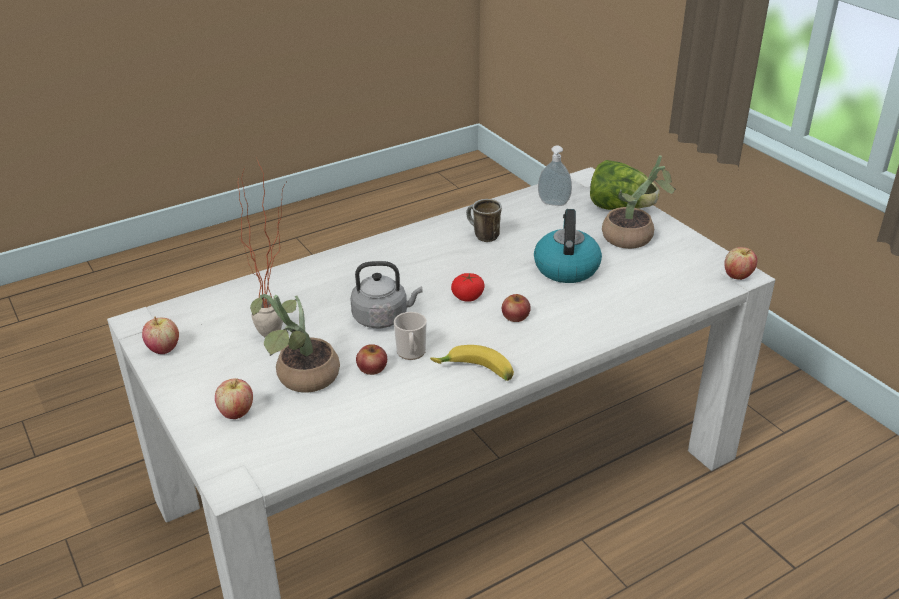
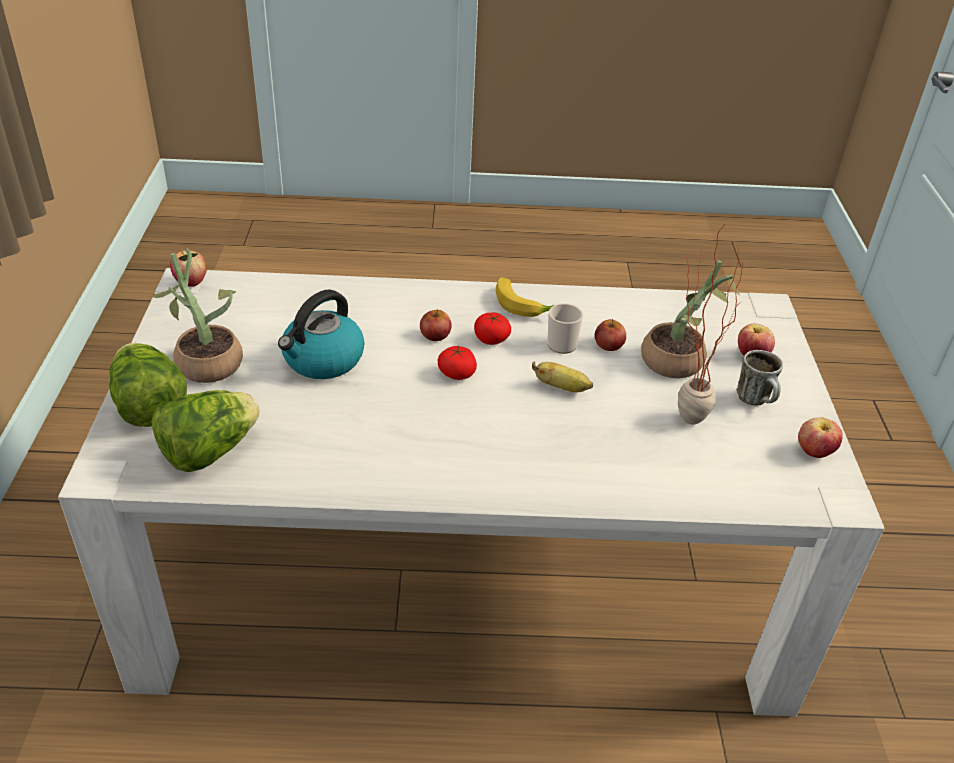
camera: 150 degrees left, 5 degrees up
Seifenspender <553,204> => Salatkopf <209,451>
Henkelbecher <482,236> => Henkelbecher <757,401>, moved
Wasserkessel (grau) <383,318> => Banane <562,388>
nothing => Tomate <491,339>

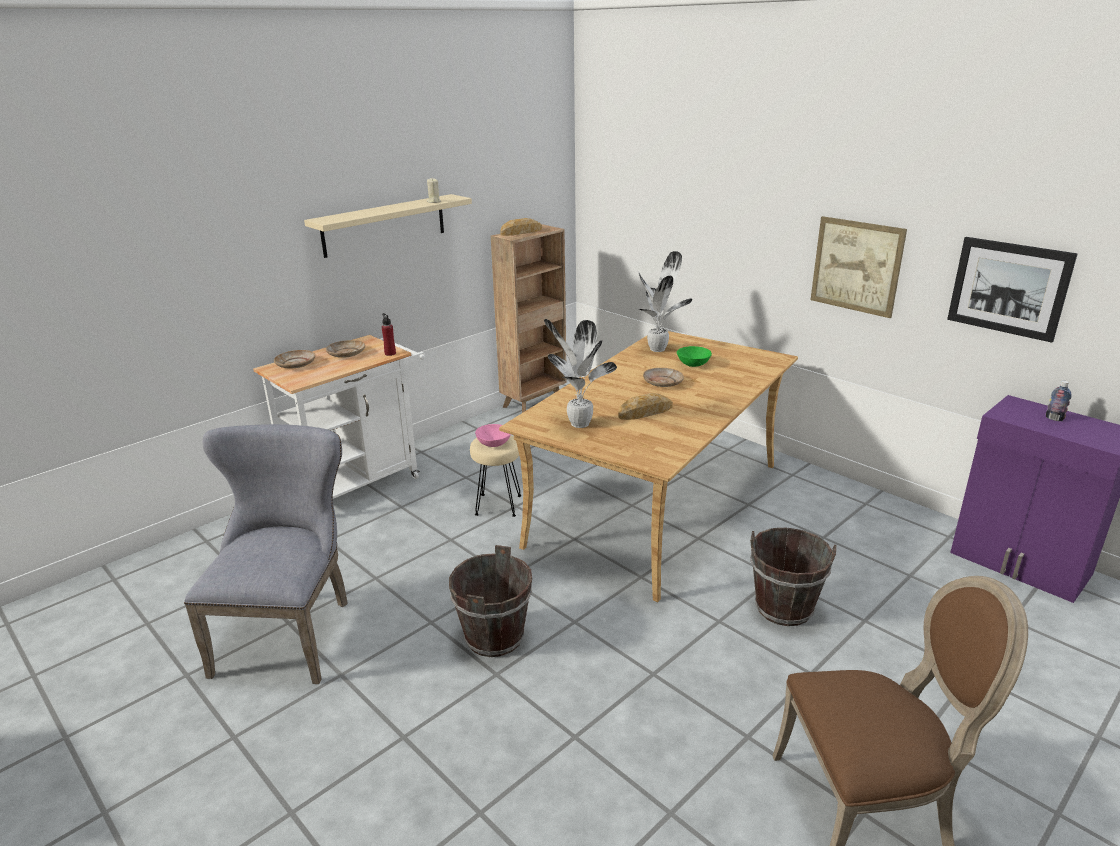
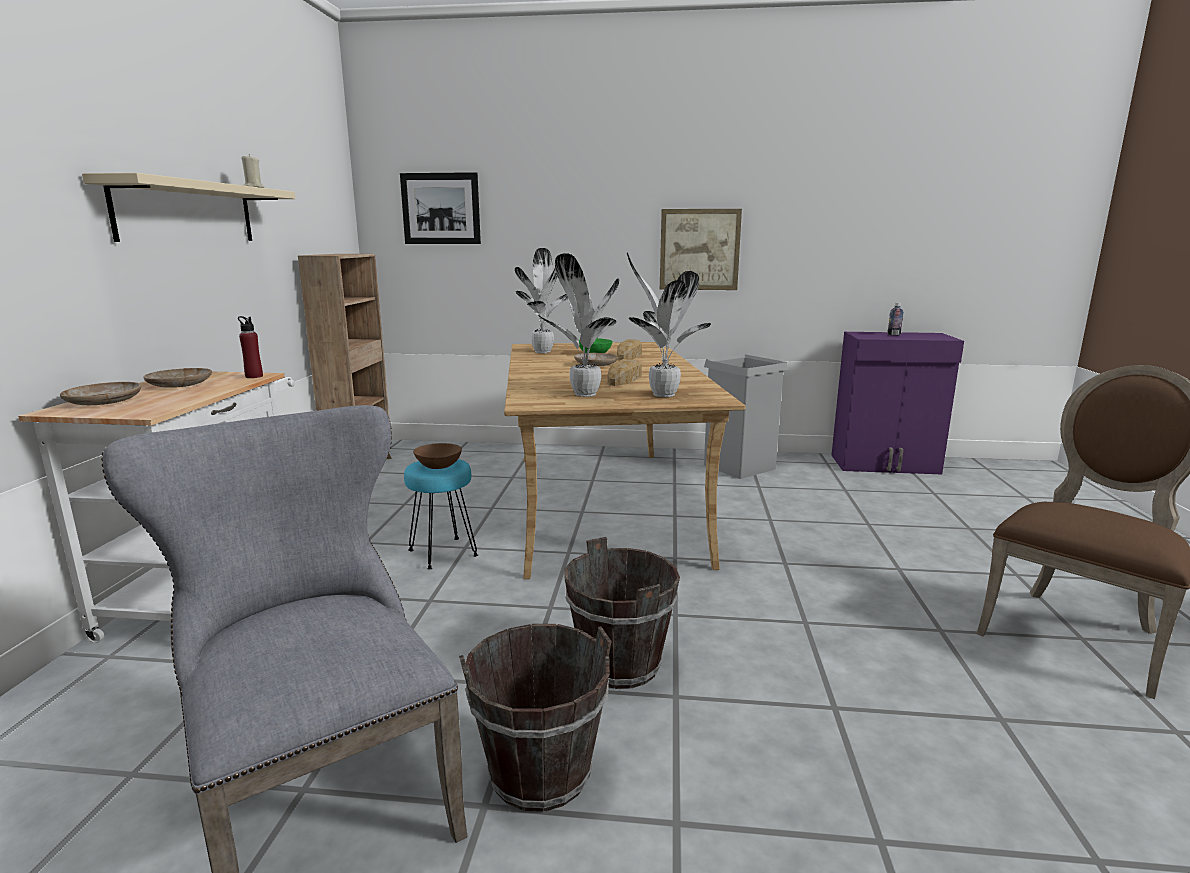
camera: 40 degrees left, 10 degrees down
Brot <521,232> => Brot <630,356>, moved
Bild <1008,288> => Bild <441,209>, moved
Schüssel (rosa) <493,443> => Schüssel (braun) <438,466>
Hocker (beige) <498,505> => Hocker (türkis) <443,552>
Eimer (braun) <783,608> => Eimer (braun) <540,774>, moved
nothing => Topfpflanze <661,394>
nothing => Mülleimer (grau) <739,467>

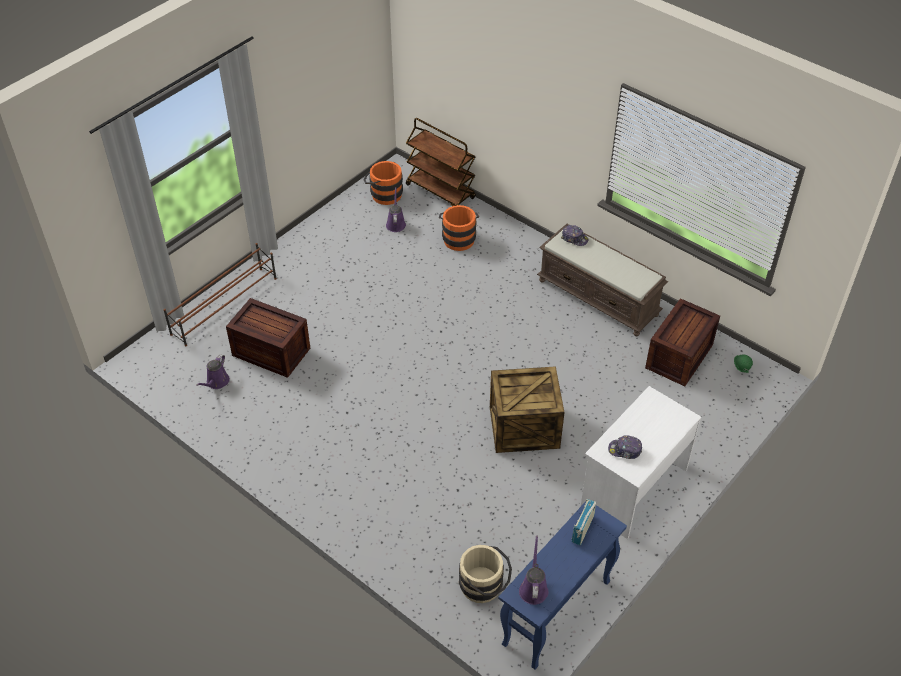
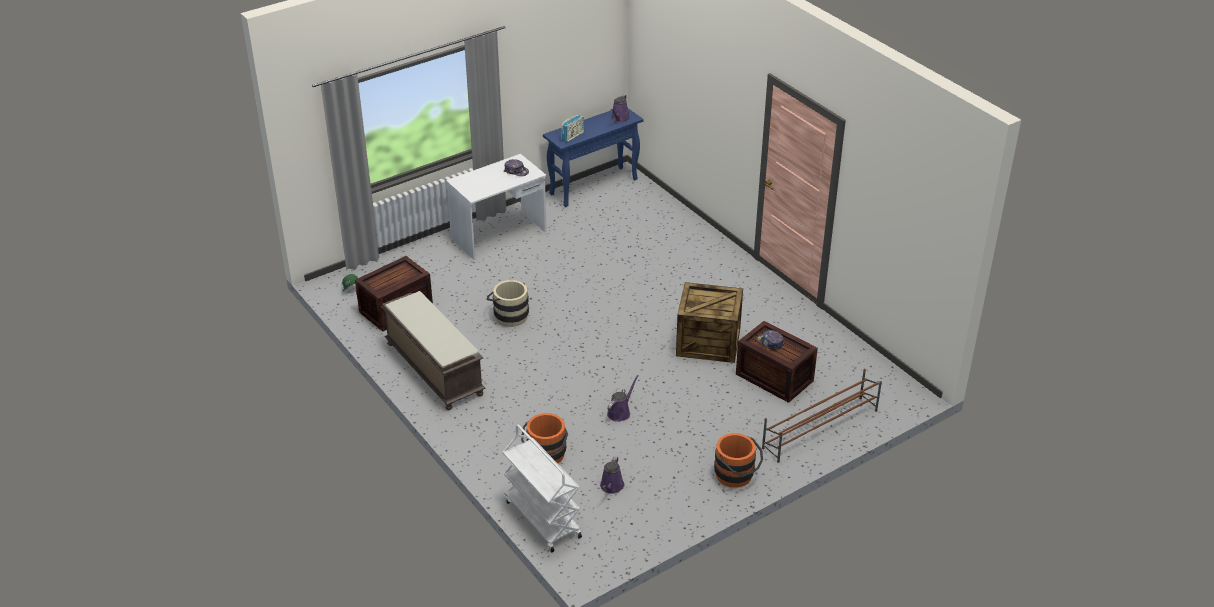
camera: 165 degrees left, 10 degrees down
Rollwagen (braun) <441,191> => Rollwagen (weiß) <541,518>
Eimer (orange) <384,194> => Eimer (orange) <737,476>, moved
Kappe <574,238> => Kappe <770,343>, moved
Gießkanne (lila) <216,382> => Gießkanne (lila) <620,412>, moved
Kiste <524,428> => Kiste <708,342>, moved
Eimer (beige) <484,587> => Eimer (beige) <509,315>, moved

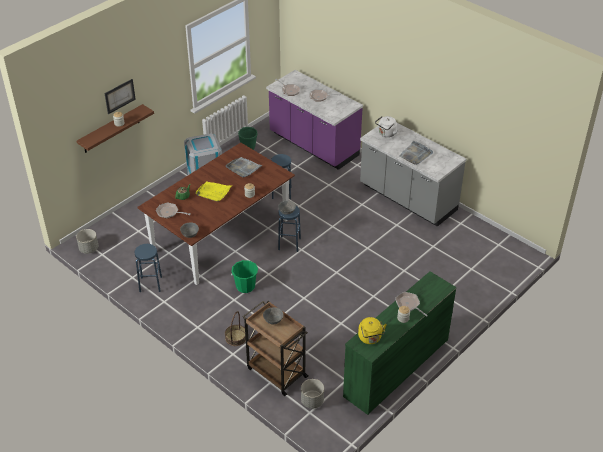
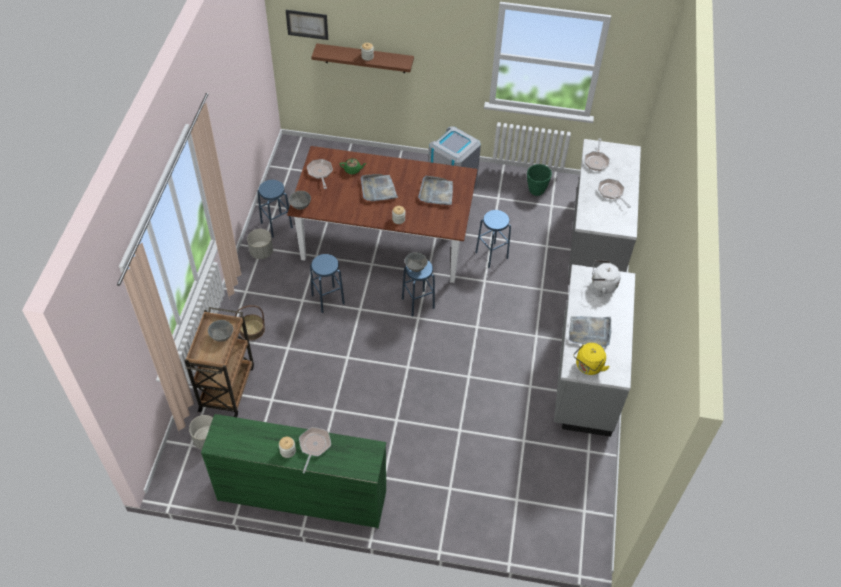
camera: 55 degrees right, 10 degrees up
Küchenzeile (lila) <313,145> => Küchenzeile (grau) <594,242>
Bild <119,96> => Bild <307,24>, moved
Tablett (gelb) <213,192> => Tablett (grau) <378,189>
Pflanzkübel (grau) <88,249> => Pflanzkübel (grau) <261,252>, moved
Eimer (grün) <245,286> => Hocker (blau) <328,299>
Wasserkessel (gelb) <370,338> => Wasserkessel (gelb) <588,367>, moved

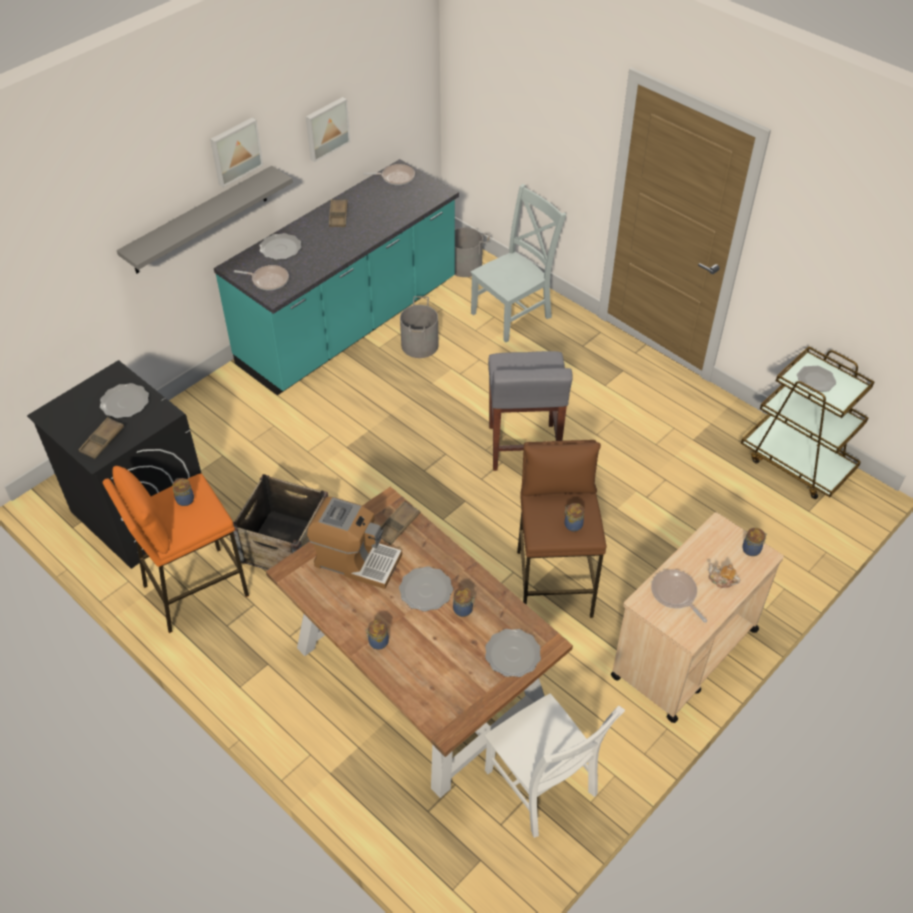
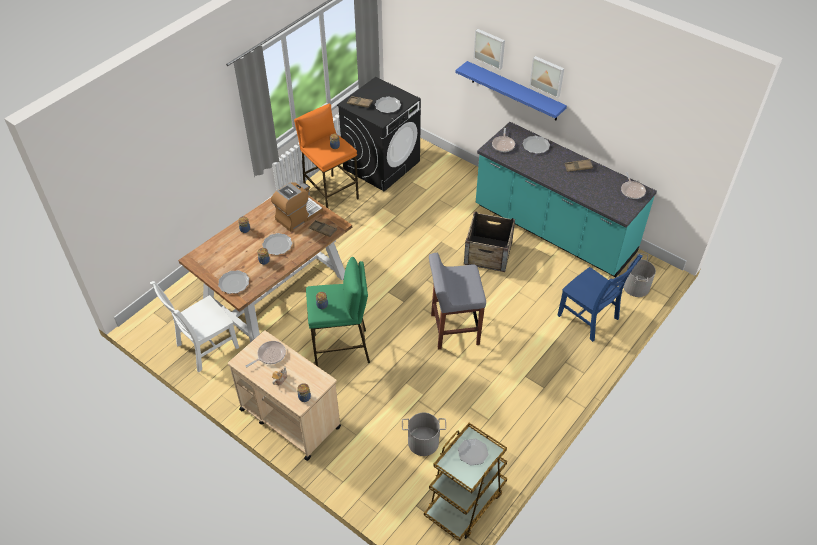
camera: 85 degrees right, 0 degrees up
Bild <326,128> => Bild <490,48>, moved
Wandregal (grau) <200,220> => Wandregal (blau) <514,91>
Stuhl (grau) <514,314> => Stuhl (blau) <589,318>
Eimer (grau) <420,345> => Eimer (grau) <423,442>, moved
Hocker (braun) <553,583> => Hocker (grün) <342,349>
Kiste <286,544> => Kiste <488,253>, moved
Kaffeemaschine <356,560> => Kaffeemaschine <298,216>, 150 degrees counterclockwise

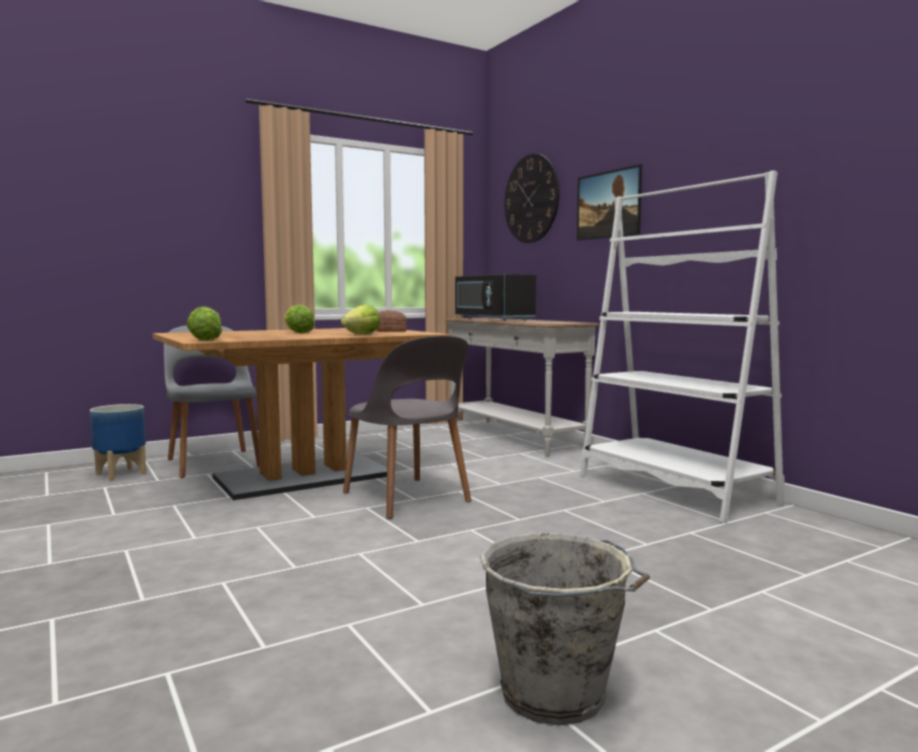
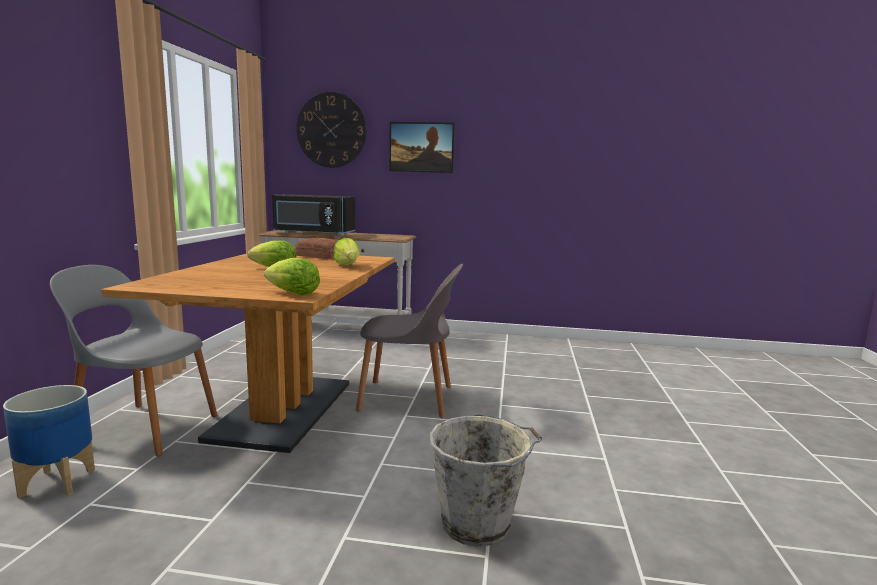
camera: 50 degrees left, 5 degrees up
Bücherregal (weiß) <674,489> => nothing
Eimer (grau) <557,696> => Eimer (grau) <479,523>, moved

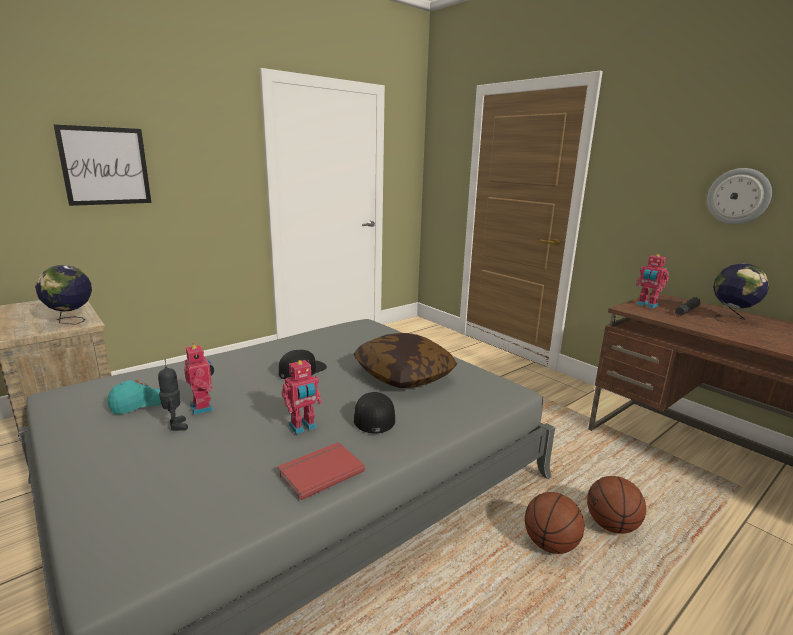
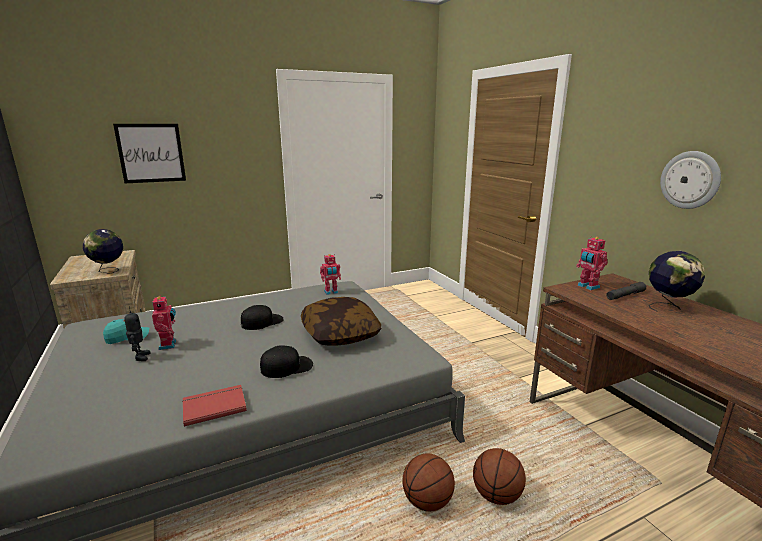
camera: 15 degrees right, 0 degrees up
Spielzeugroboter <303,427> => Spielzeugroboter <331,292>, moved
Kappe (schwarz) <373,416> => Kappe (schwarz) <287,366>, 60 degrees clockwise

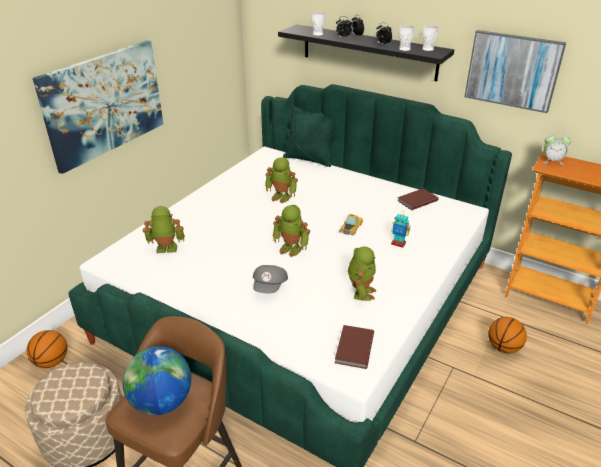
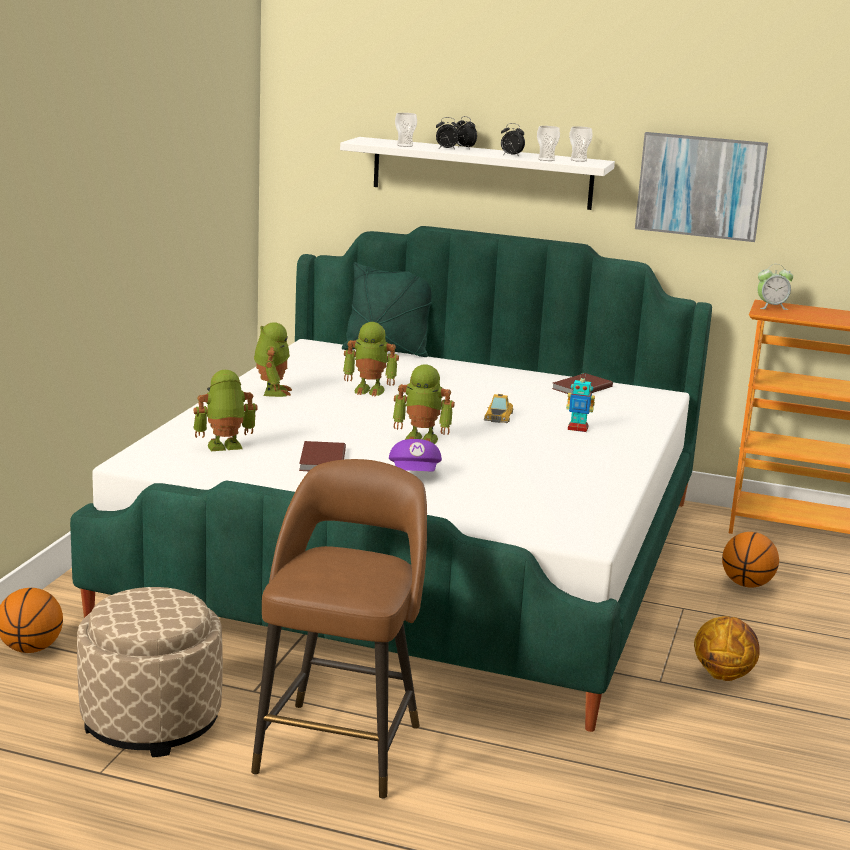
camera: 15 degrees left, 15 degrees down
Wandregal (schwarz) <368,52> => Wandregal (weiß) <481,173>
Bild <104,103> => nothing
Spielzeugroboter <360,292> => Spielzeugroboter <272,391>, moved
Kappe (grau) <270,286> => Kappe (lila) <415,474>
Buch (braun) <353,348> => Buch (braun) <321,460>, moved
Globus <161,402> => nothing
nothing => Basketball <723,675>

